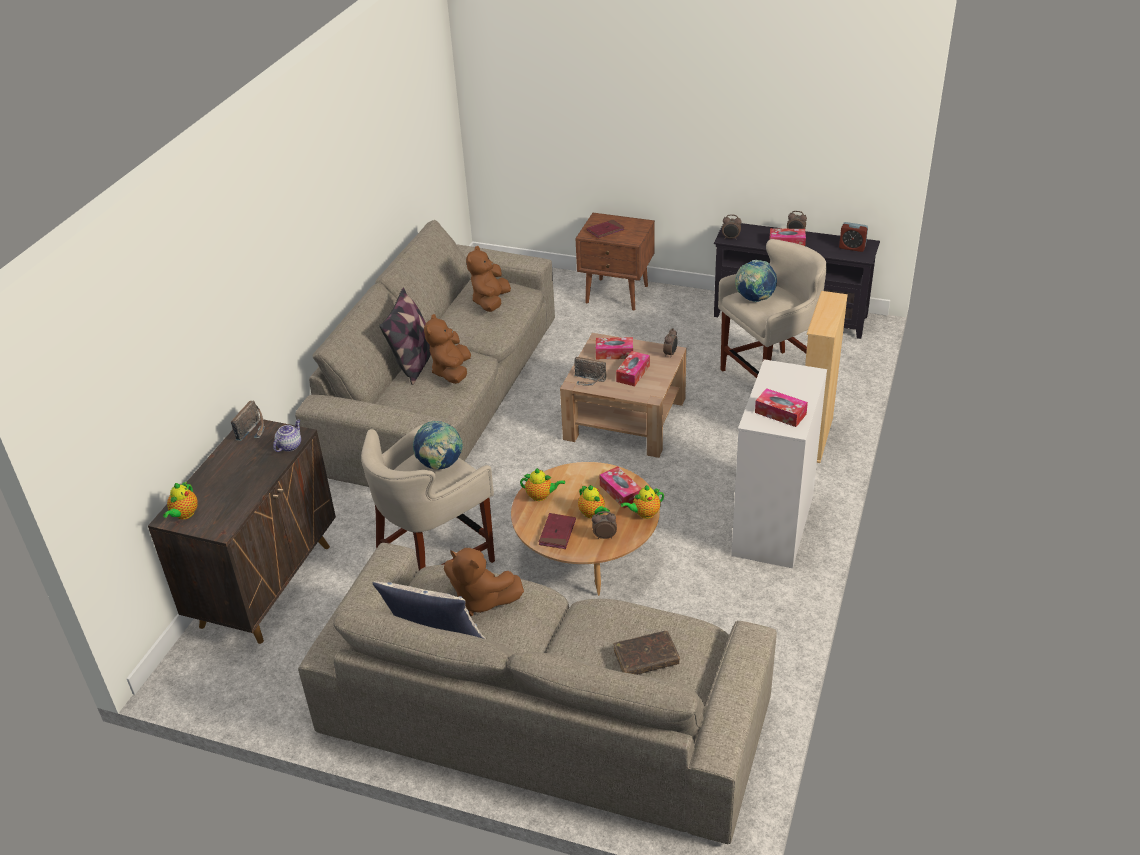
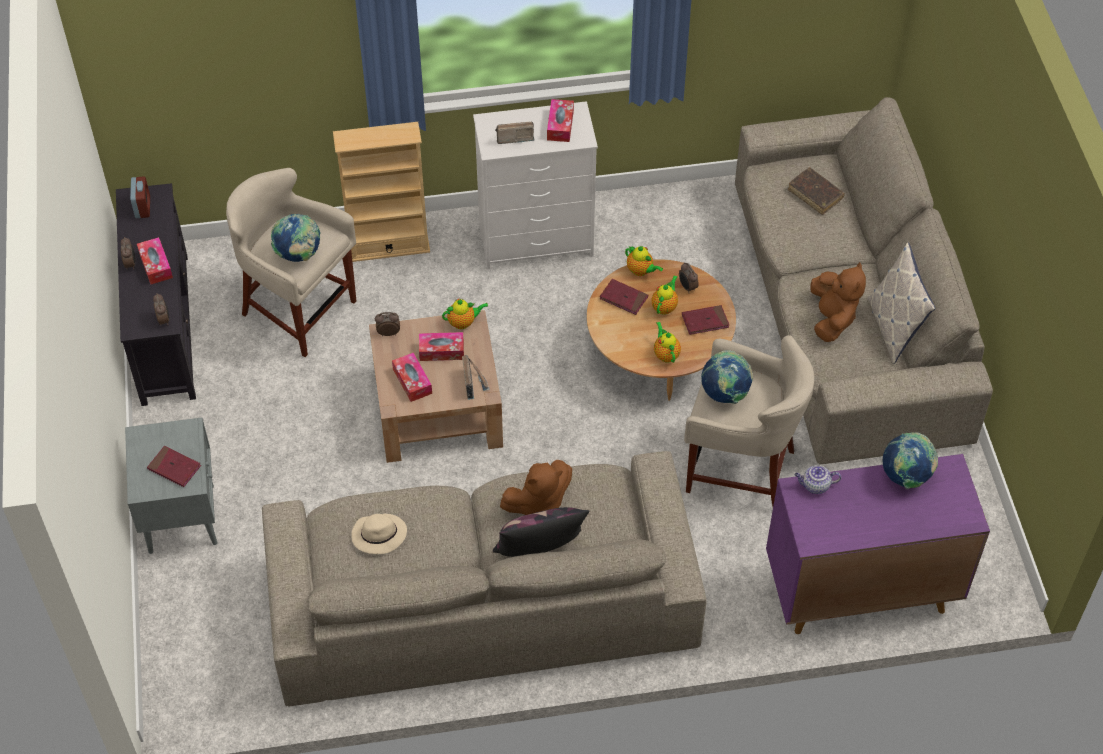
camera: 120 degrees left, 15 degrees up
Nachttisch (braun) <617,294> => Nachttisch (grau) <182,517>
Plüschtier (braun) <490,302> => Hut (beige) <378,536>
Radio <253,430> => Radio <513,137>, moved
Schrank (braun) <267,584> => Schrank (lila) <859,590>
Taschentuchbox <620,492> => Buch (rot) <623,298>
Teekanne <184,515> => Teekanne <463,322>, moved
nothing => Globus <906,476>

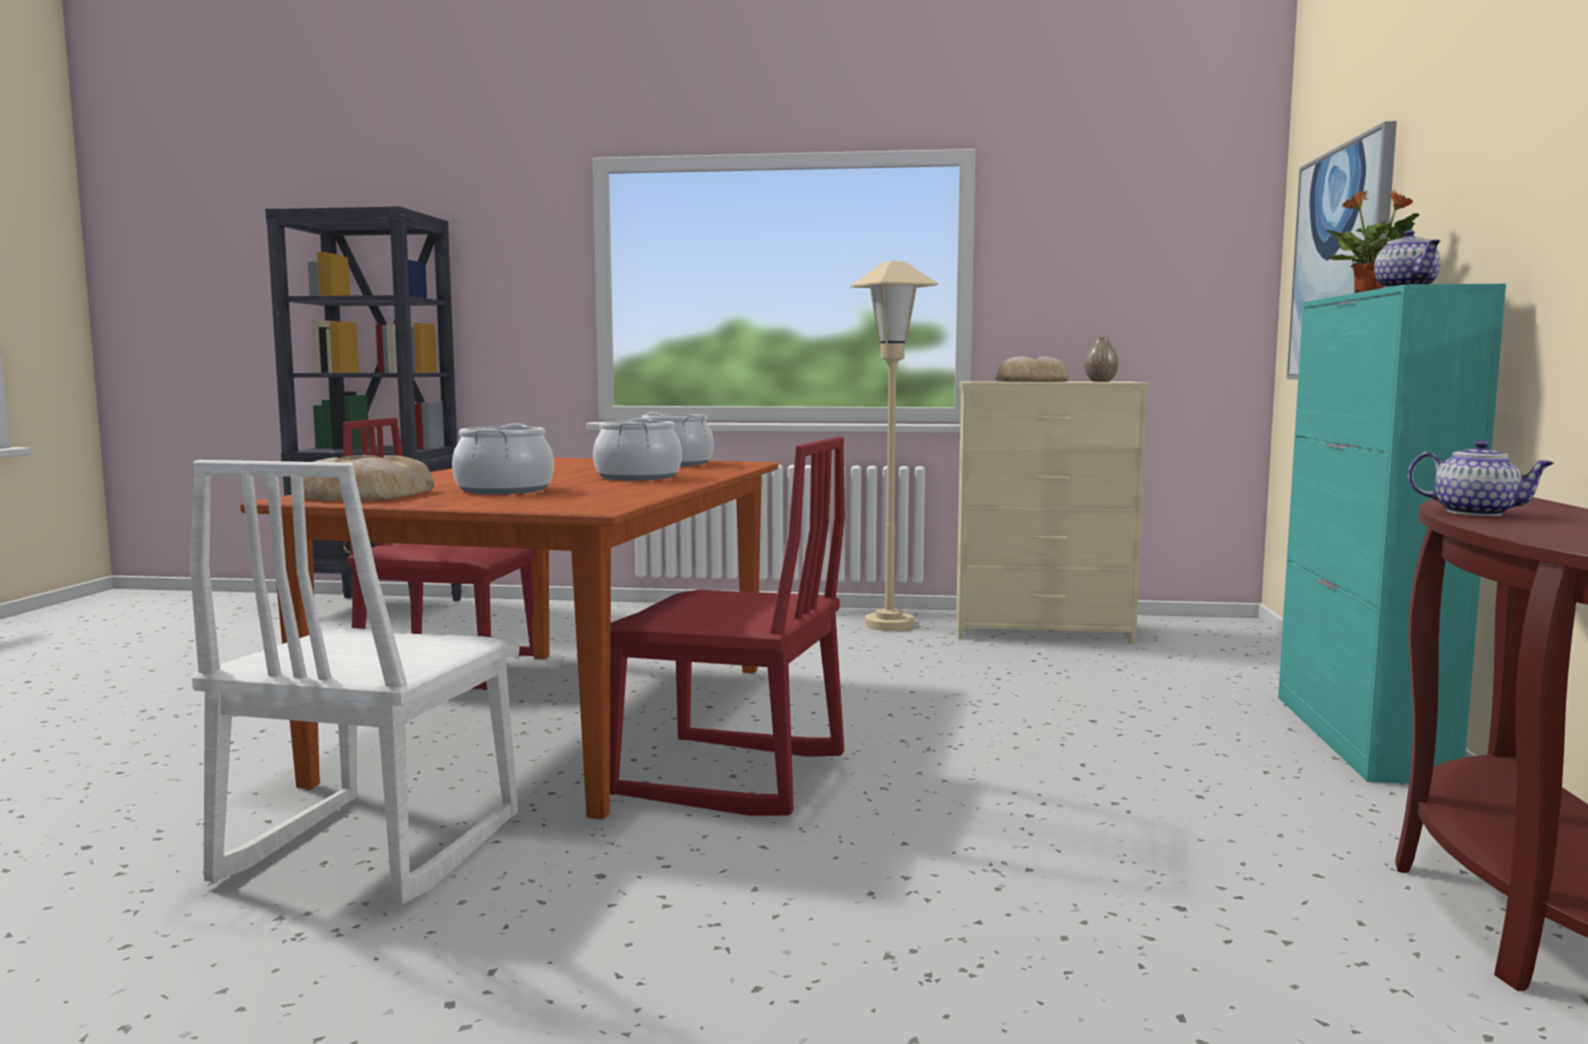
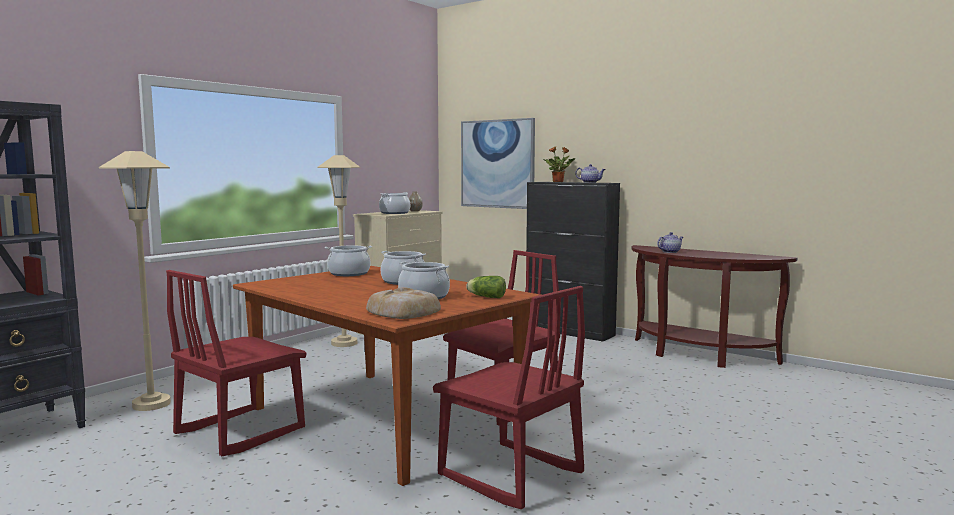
camera: 60 degrees left, 0 degrees up
Schrank (türkis) <1359,737> => Schrank (schwarz) <569,331>
Brot <1031,381> => Kochtopf <394,213>
Stuhl (weiß) <370,849> => Stuhl (rot) <509,475>
nothing => Stehlampe (beige) <151,404>
nothing => Salatkopf <485,297>

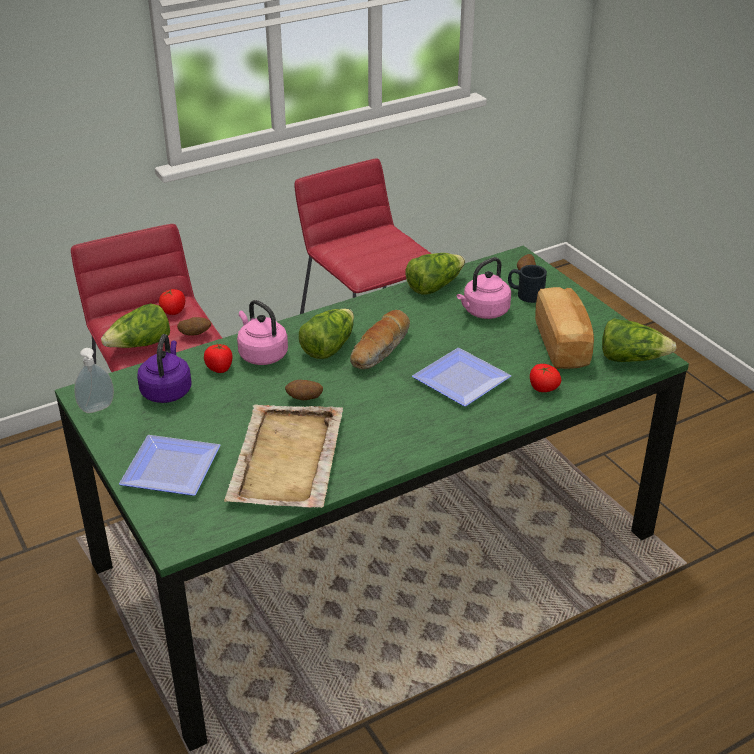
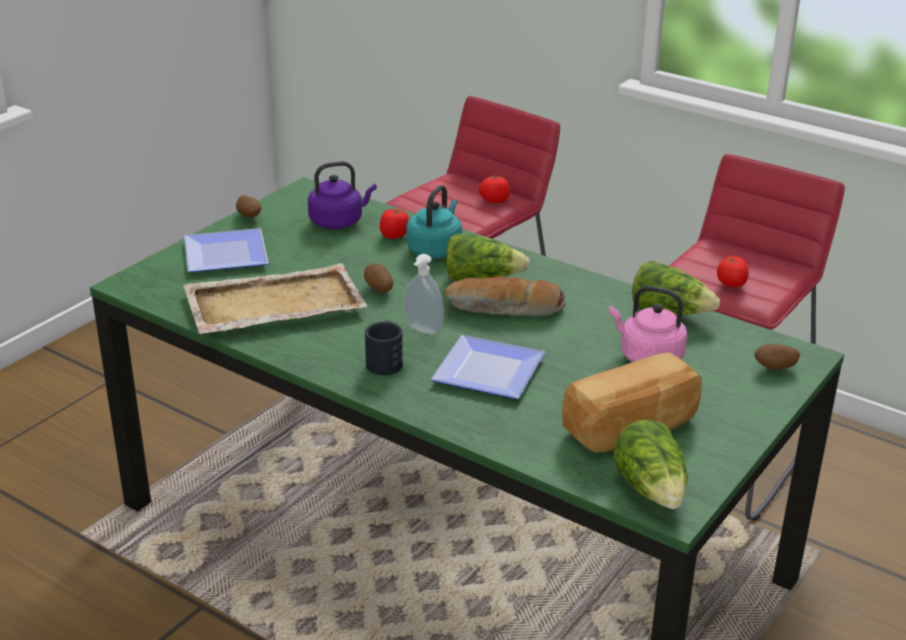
camera: 65 degrees right, 5 degrees down
Henkelbecher (schwarz) <525,294> => Henkelbecher (schwarz) <385,360>, moved
Wasserkessel (rosa) <261,354> => Wasserkessel (türkis) <435,249>
Salatkopf <140,345> => nothing
Kartoffel <195,334> => Kartoffel <249,217>, moved
Seifenspender <98,409> => Seifenspender <422,330>, moved
Tomate <543,388> => Tomate <731,284>, moved

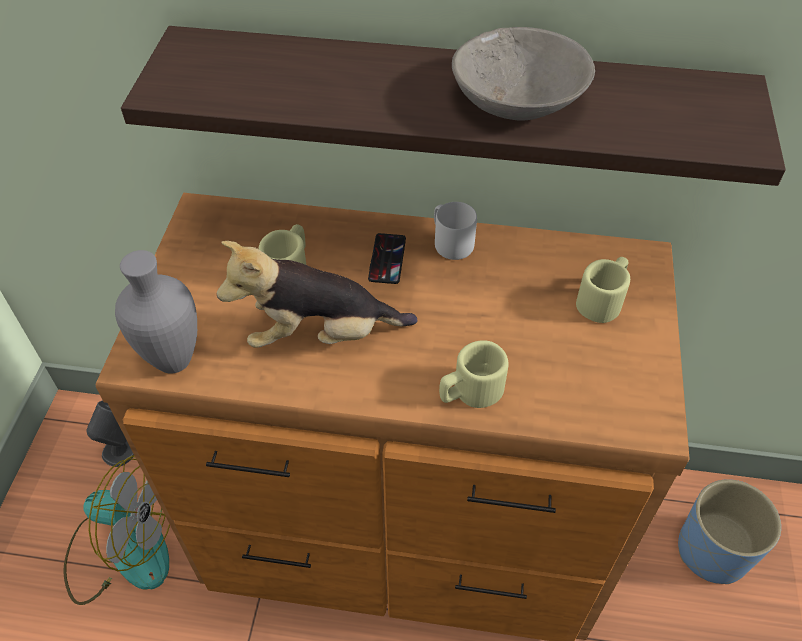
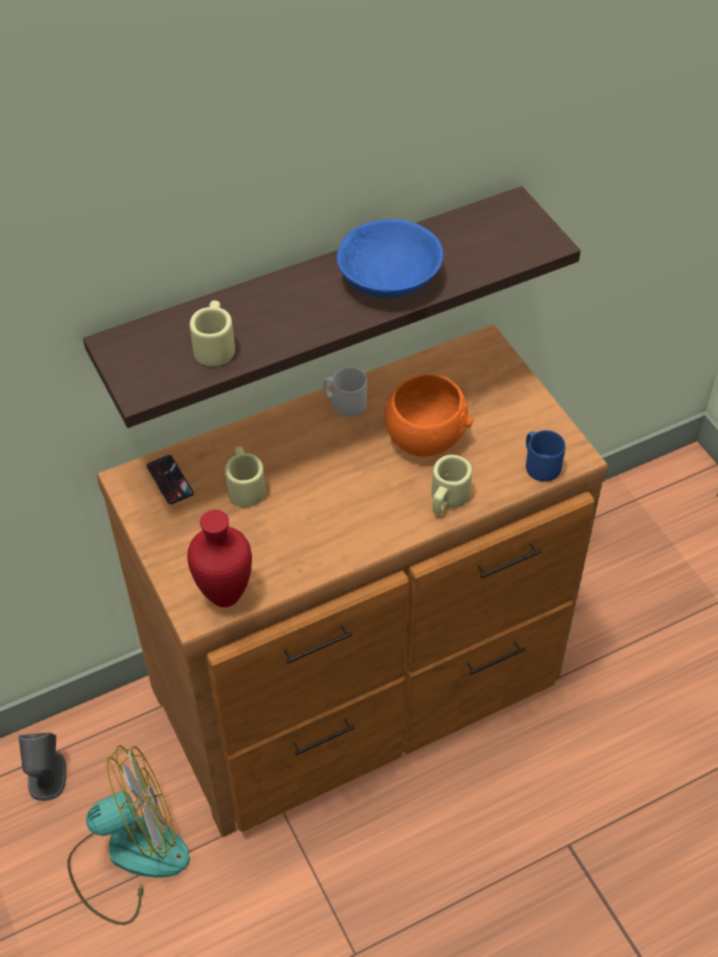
camera: 35 degrees left, 0 degrees up
Schüssel (grau) <518,99> => Schüssel (blau) <389,277>
Handy <387,259> => Handy <169,480>, moved
Plüschtier <320,334> => nothing
Vase (grau) <171,361> => Vase (rot) <224,597>
Henkelbecher (beige) <603,300> => Henkelbecher (beige) <215,345>, moved
Pflanzkübel (blau) <713,551> => nothing
nothing => Schüssel (orange) <425,437>
nothing => Henkelbecher (blau) <540,465>

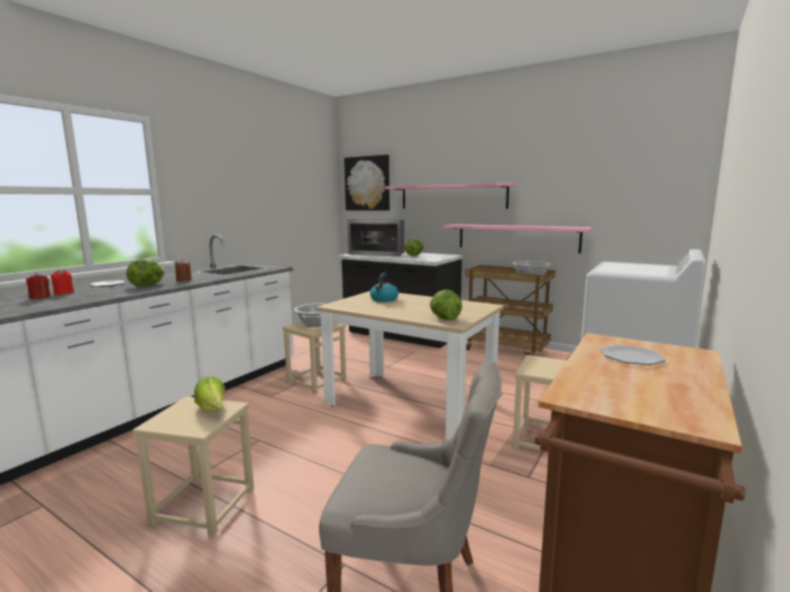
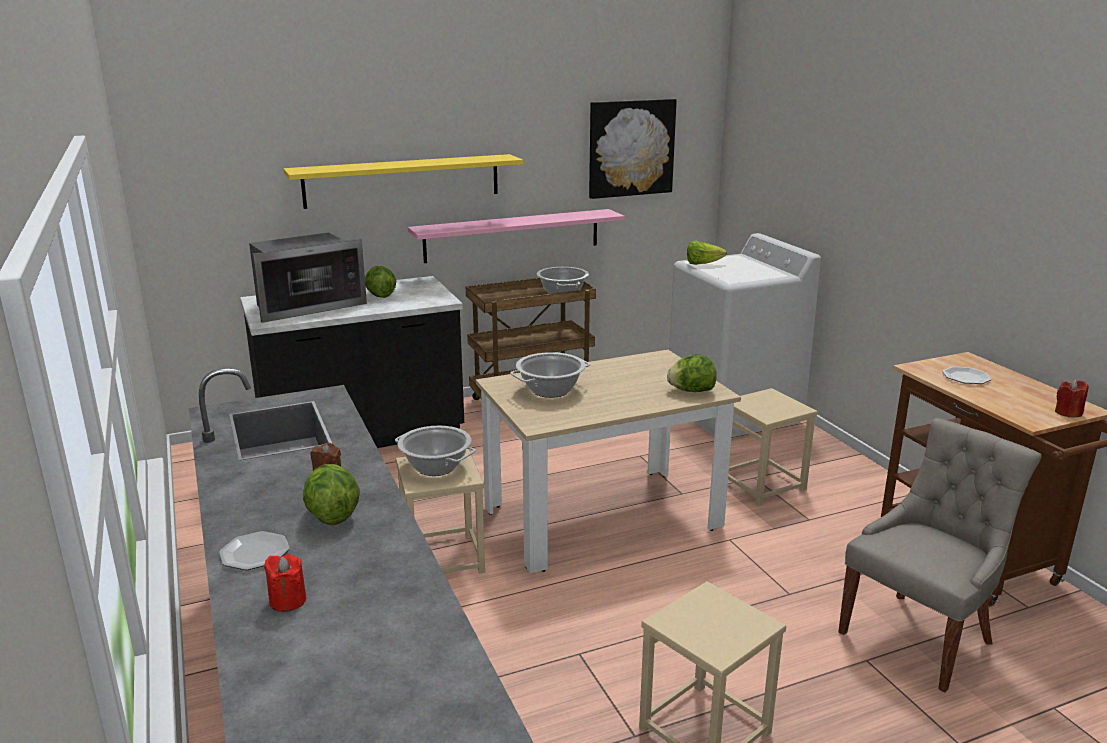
camera: 55 degrees left, 10 degrees up
Bild <367,183> => Bild <631,148>, moved
Wandregal (rosa) <452,196> => Wandregal (gelb) <402,180>
Kerze (rot) <40,297> => Kerze (rot) <1068,413>, moved
Wasserkessel <384,299> => Kochtopf <550,390>
Salatkopf <213,409> => Salatkopf <702,264>, moved

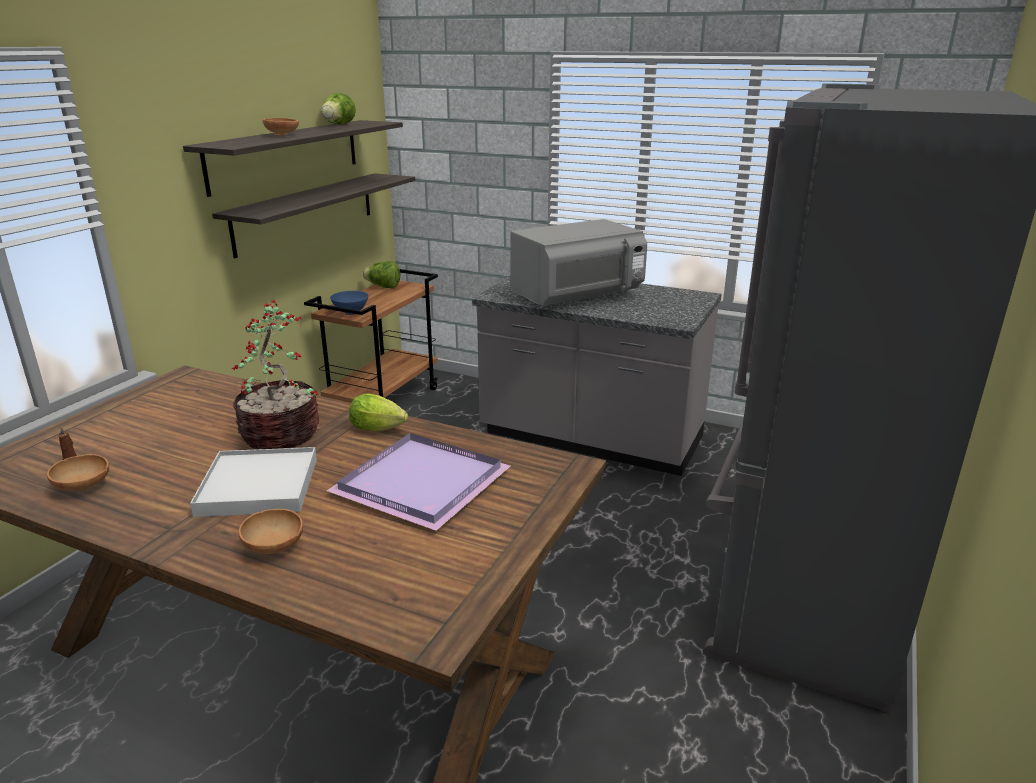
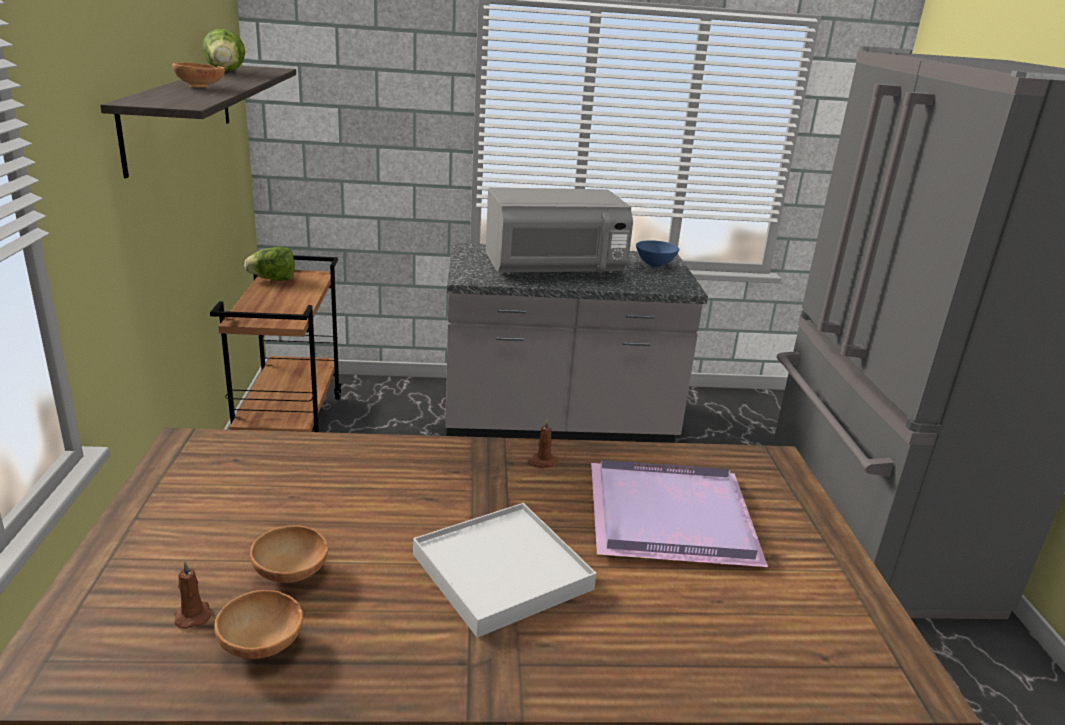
camera: 30 degrees left, 0 degrees up
Wandregal <306,212> => nothing
Mikrowelle (grau) <577,296> => Mikrowelle (grau) <554,270>, 45 degrees clockwise
Schüssel (blau) <350,313> => Schüssel (blau) <654,266>, moved
Topfpflanze <282,435> => nothing
Salatkopf <380,429> => Kerze (braun) <542,462>
Schüssel (braun) <274,548> => Schüssel (braun) <292,574>, moved

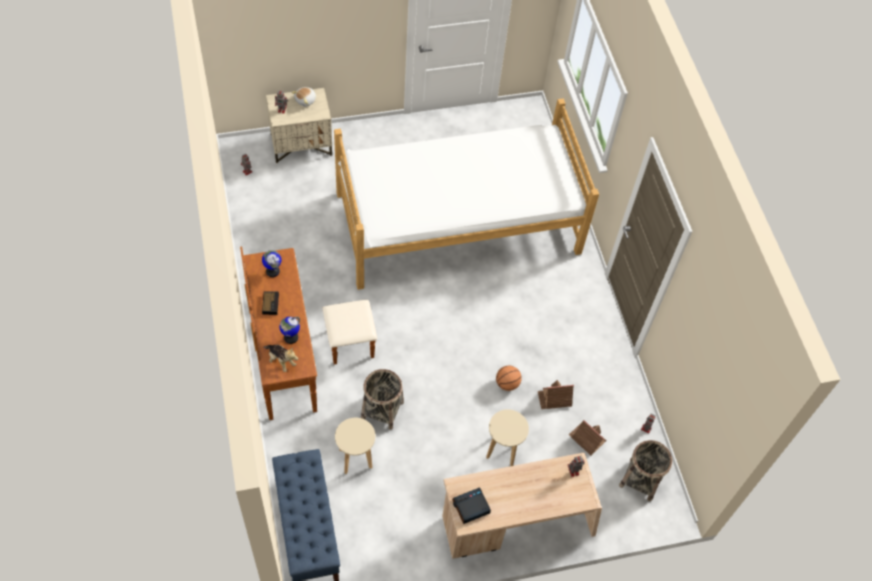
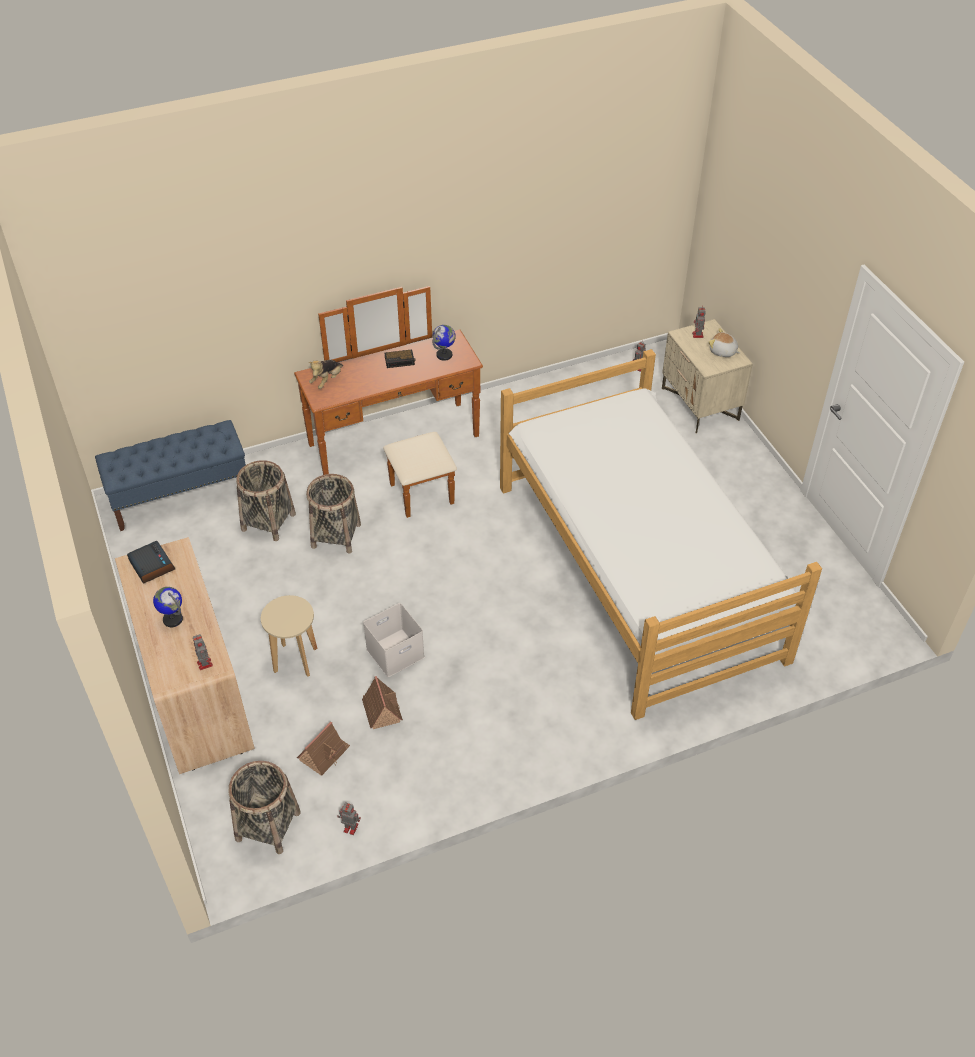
camera: 85 degrees right, 10 degrees down
Globus <290,337> => Globus <173,619>, moved
Basketball <507,384> => Aufbewahrungsbox (weiß) <395,654>
Hocker (beige) <355,459> => Korb <268,521>

